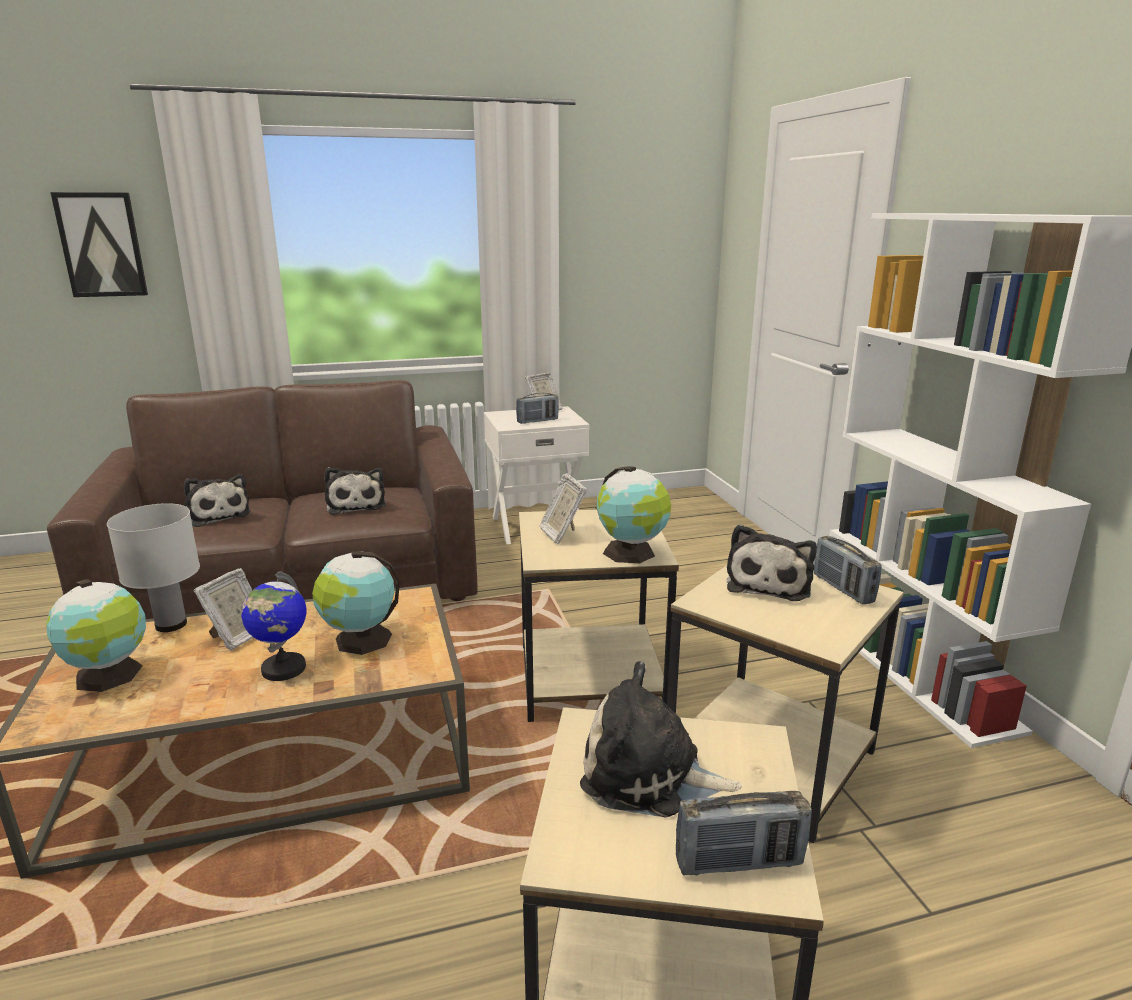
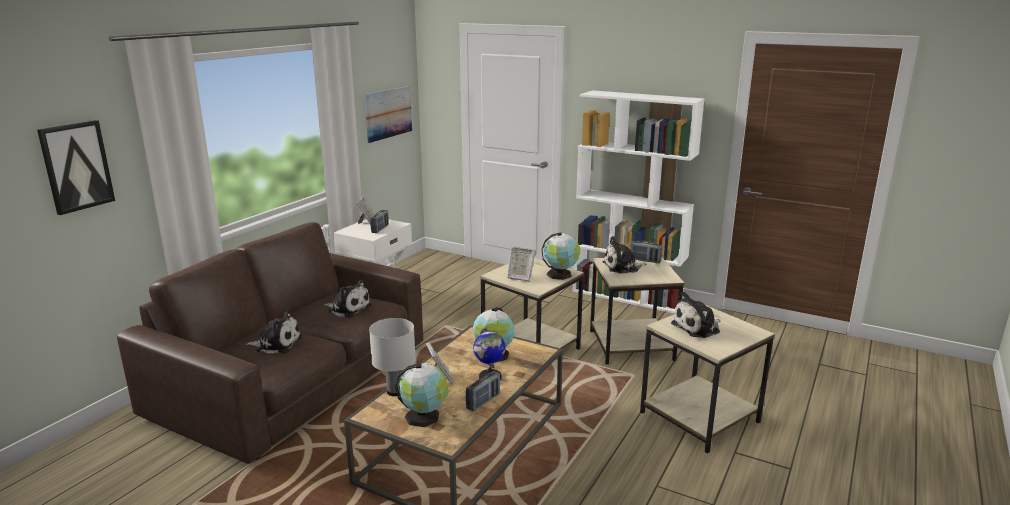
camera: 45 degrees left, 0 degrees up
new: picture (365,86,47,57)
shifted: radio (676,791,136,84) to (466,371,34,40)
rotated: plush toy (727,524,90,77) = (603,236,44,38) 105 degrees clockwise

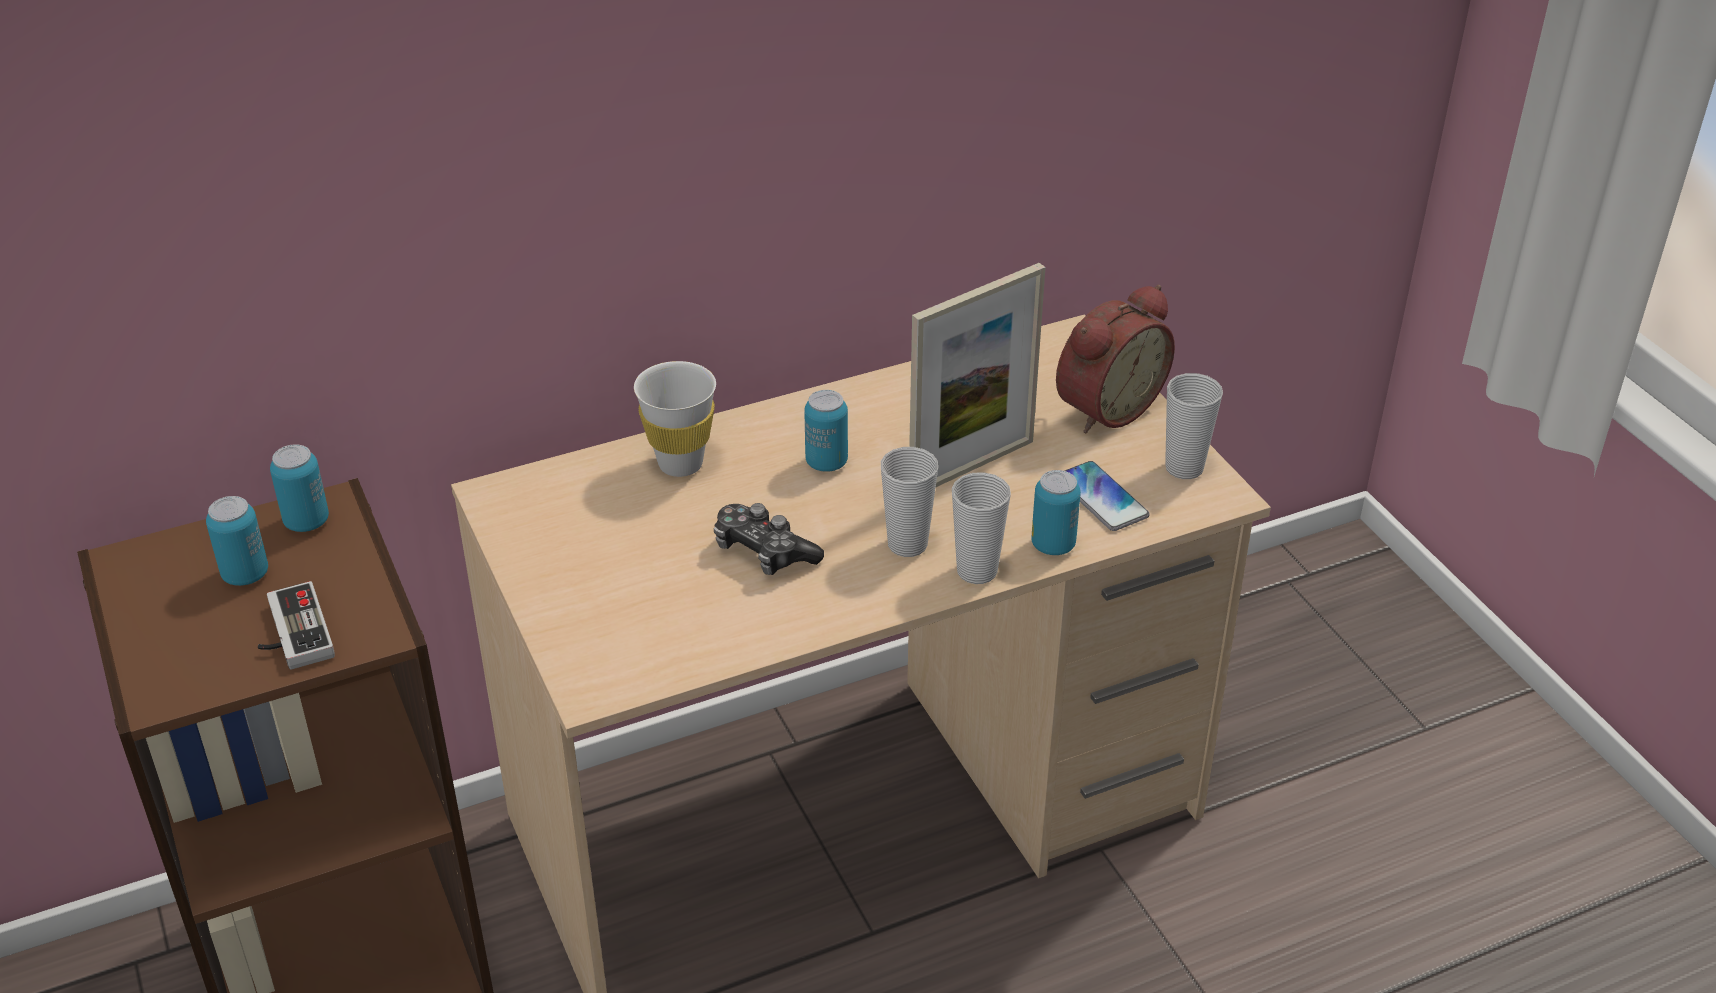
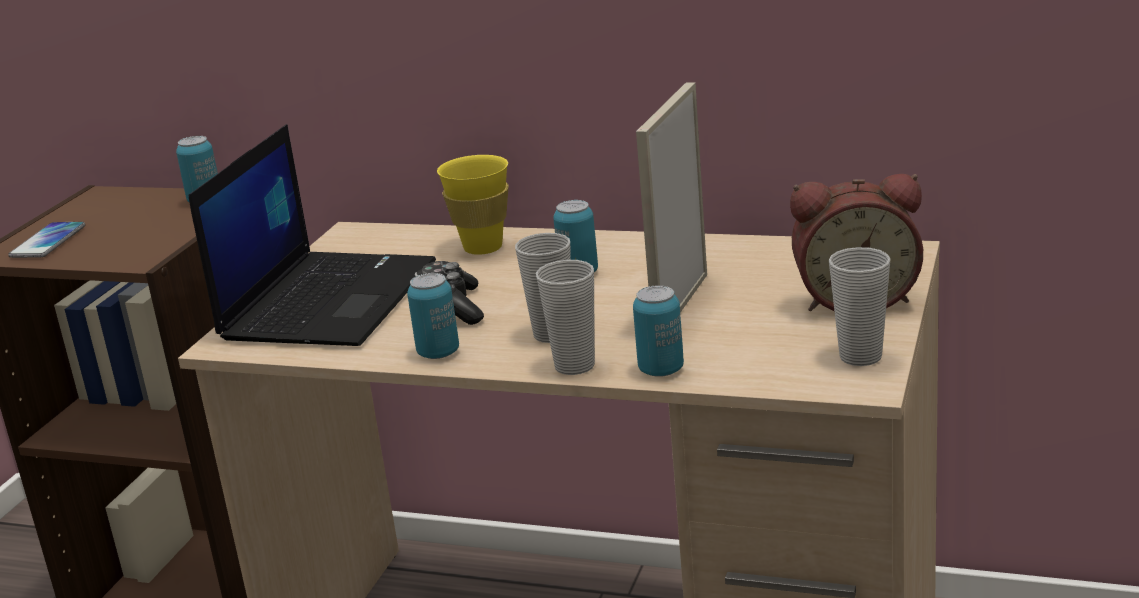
camera: 45 degrees right, 15 degrees down
gone: game controller (258,581,77,88)
new: laptop (189,124,247,222)
shifted: phone (1064,461,86,70) to (8,222,77,36); can (206,496,62,90) to (407,273,52,86)
repainted: white cup (634,361,82,116) to yellow cup (437,155,72,100)
rotated: picture frame (909,263,136,224) = (636,82,71,231) 105 degrees clockwise

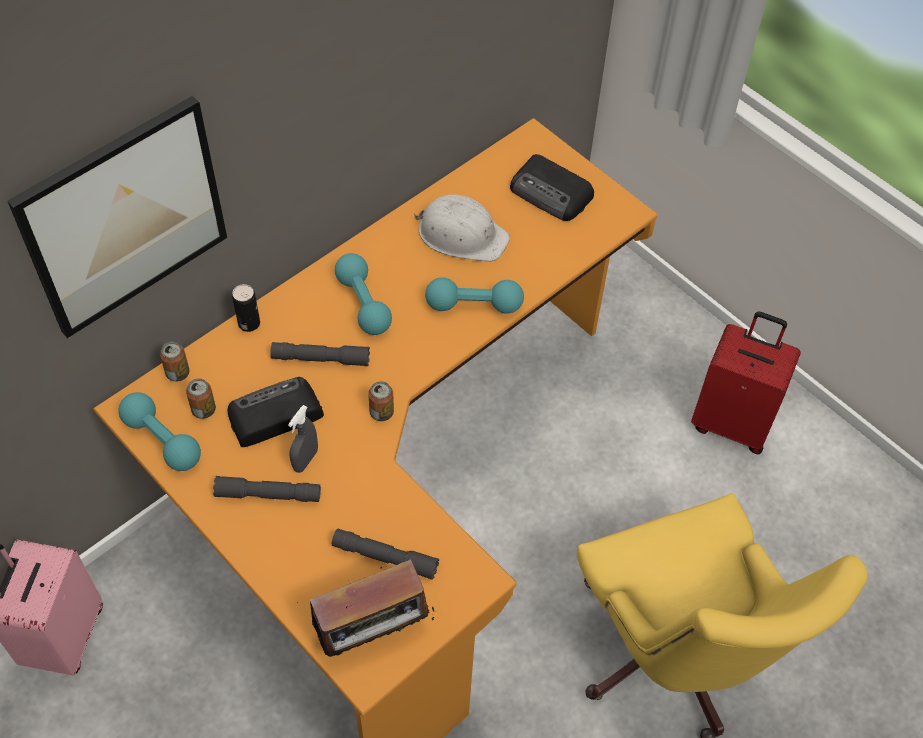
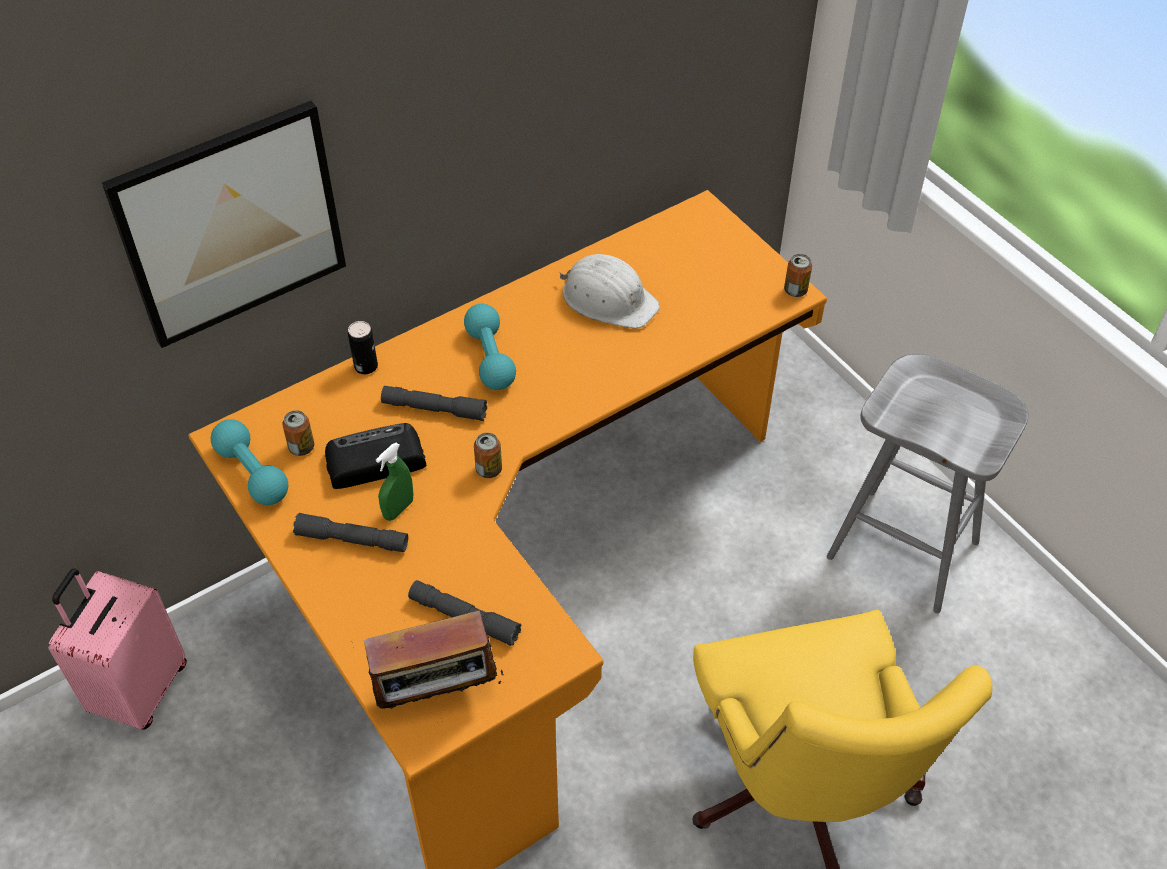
camera: 10 degrees right, 5 degrees down
gone: radio (510,154,84,67); turquoise dumbbell (425,277,99,37)
shifted: can (160,342,29,40) to (784,254,28,43)
swapped: red suitcase (691,312,110,142) to grey stool (827,354,201,259)
repainted: grey spray bottle (288,405,30,68) to green spray bottle (376,443,37,78)

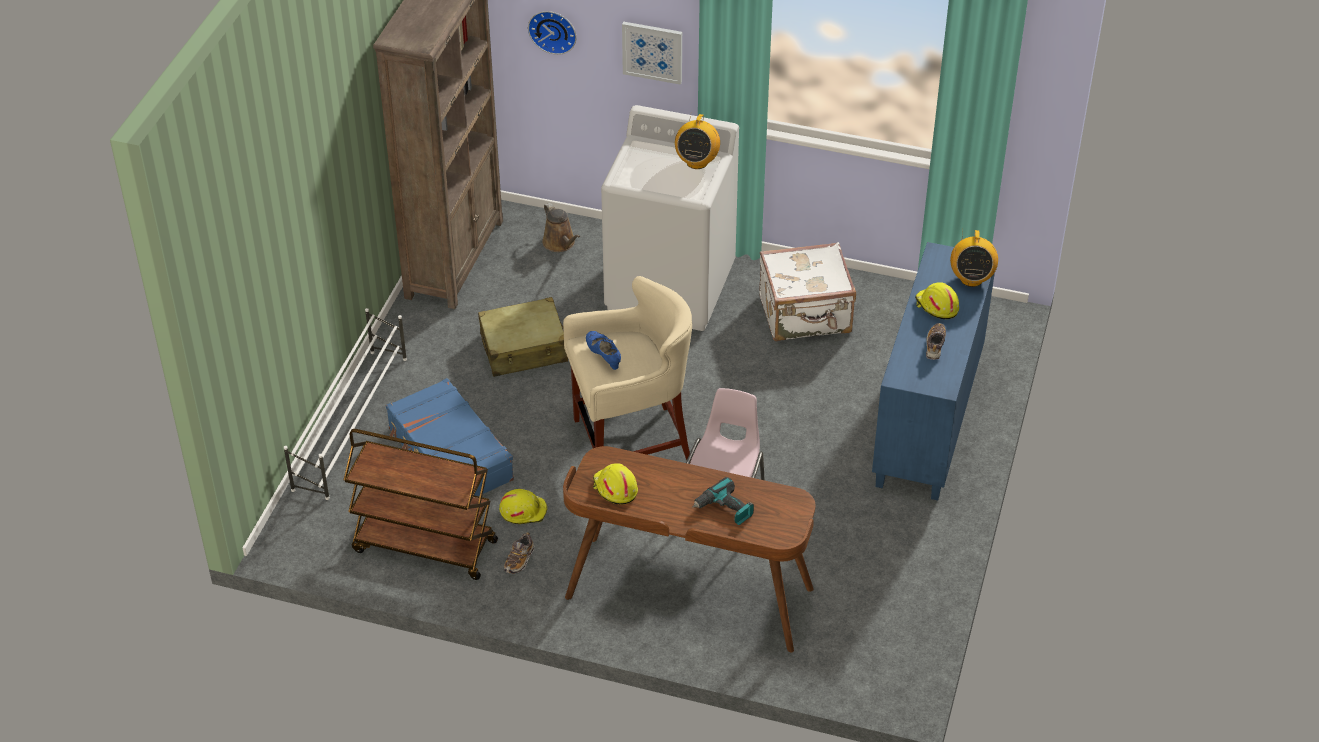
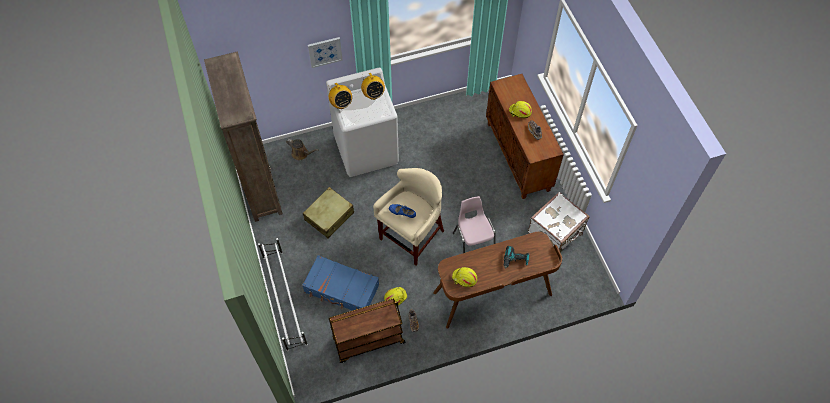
camera: 35 degrees left, 15 degrees up
gone: wall clock (528,11,48,44)
shifted: radio (950,230,48,57) to (328,83,24,26); white suitcase (759,242,97,99) to (528,192,62,61)
repainted: blue cabinet (872,242,123,258) to brown cabinet (486,74,78,125)

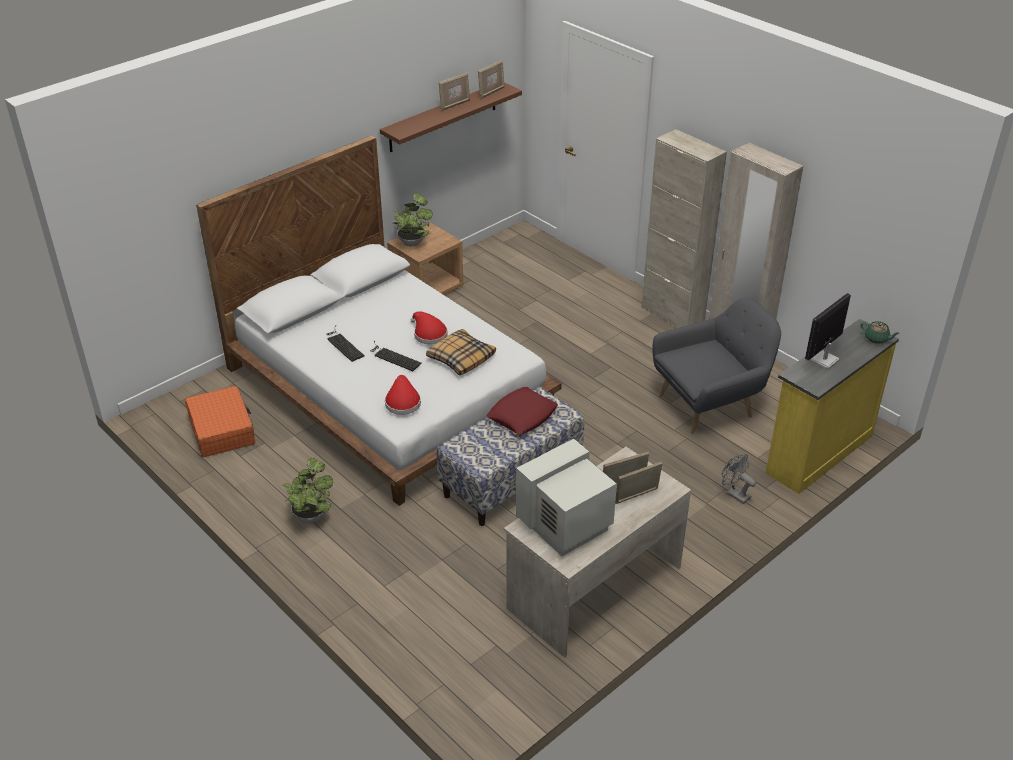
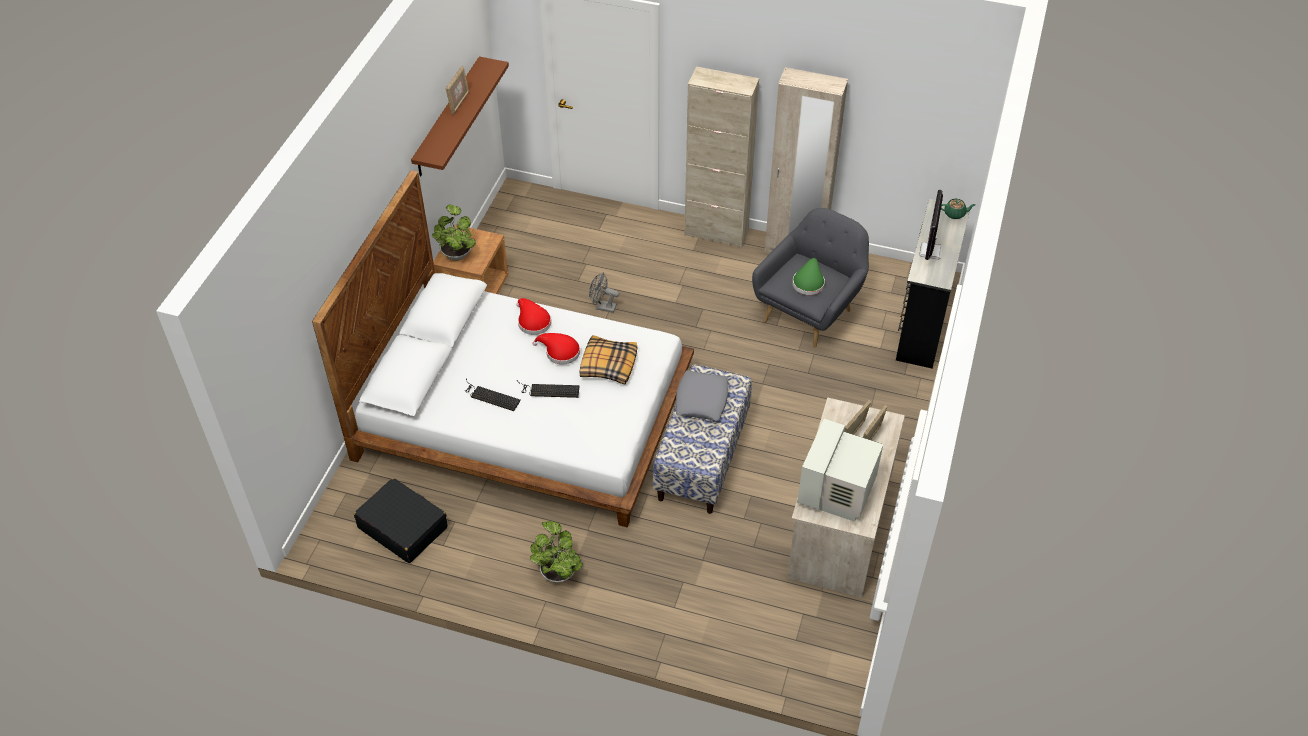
camera: 30 degrees left, 10 degrees up
gone: picture frame (478,60,26,39)
new: green hat (792,258,33,37)
shifted: red hat (385,375,36,40) to (516,298,35,37); grey fan (721,454,35,50) to (589,272,30,41)
repainted: yellow dresser (766,319,133,175) to black dresser (896,199,74,170); orange suitcase (185,386,70,71) to black suitcase (354,478,94,85); red pillow (487,387,71,48) to grey pillow (676,370,52,51)

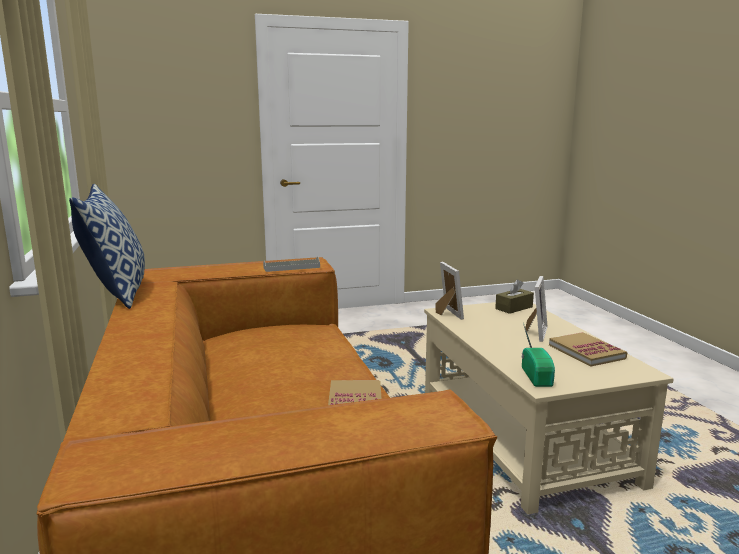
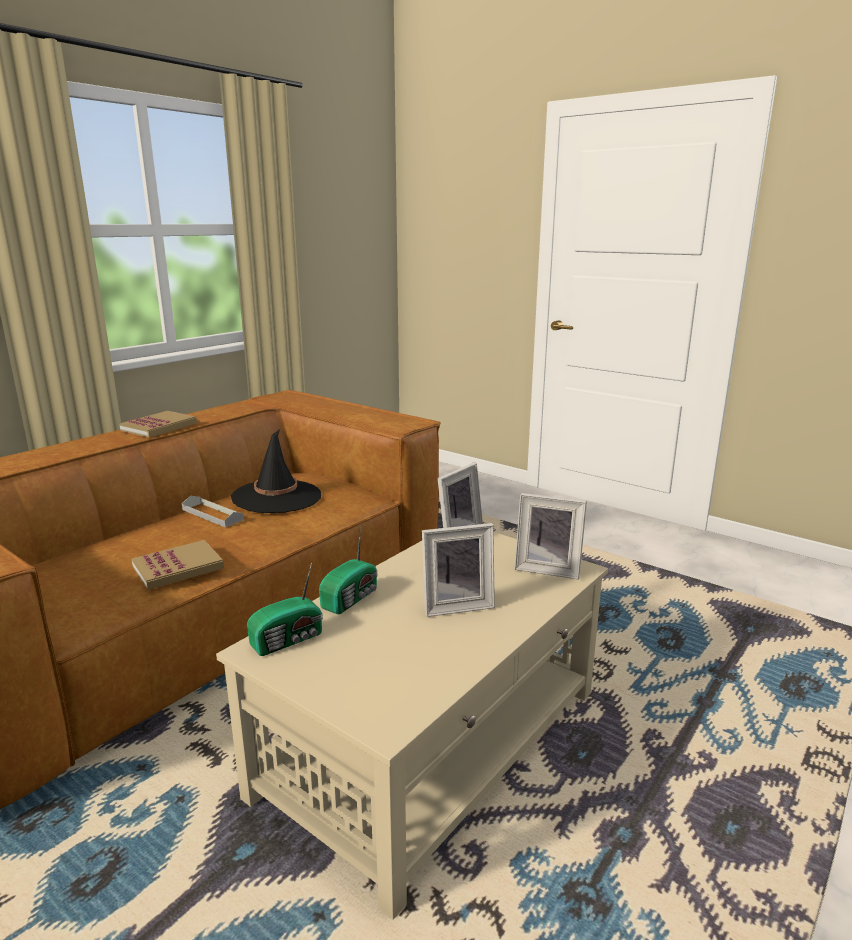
camera: 55 degrees right, 5 degrees up
gone: pillow (69,184,76,125)
new: black hat (231,429,90,84); radio (319,527,59,87)
shifted: grey tray (263,257,57,15) to (182,495,62,33); book (549,332,78,35) to (119,411,78,27)
swapped: brown tissue box (495,279,39,35) to picture frame (514,493,73,87)

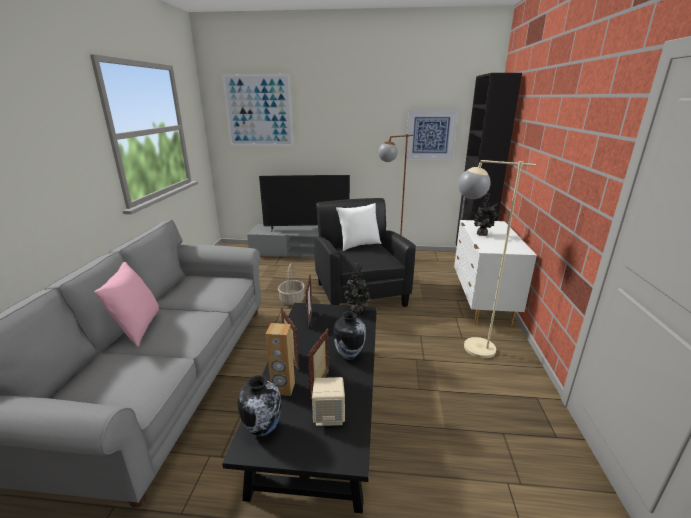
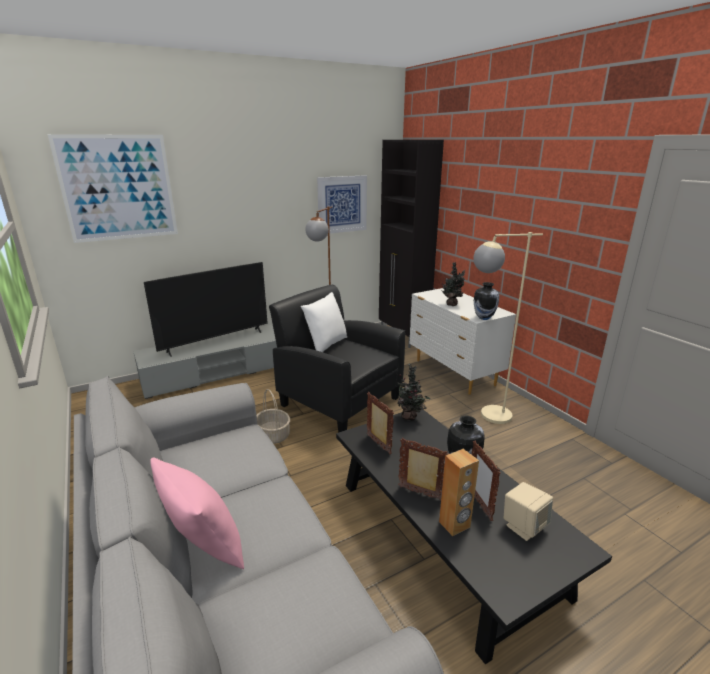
camera: 35 degrees left, 0 degrees up
shifted: vase (237,375,44,61) to (474,282,25,38)

